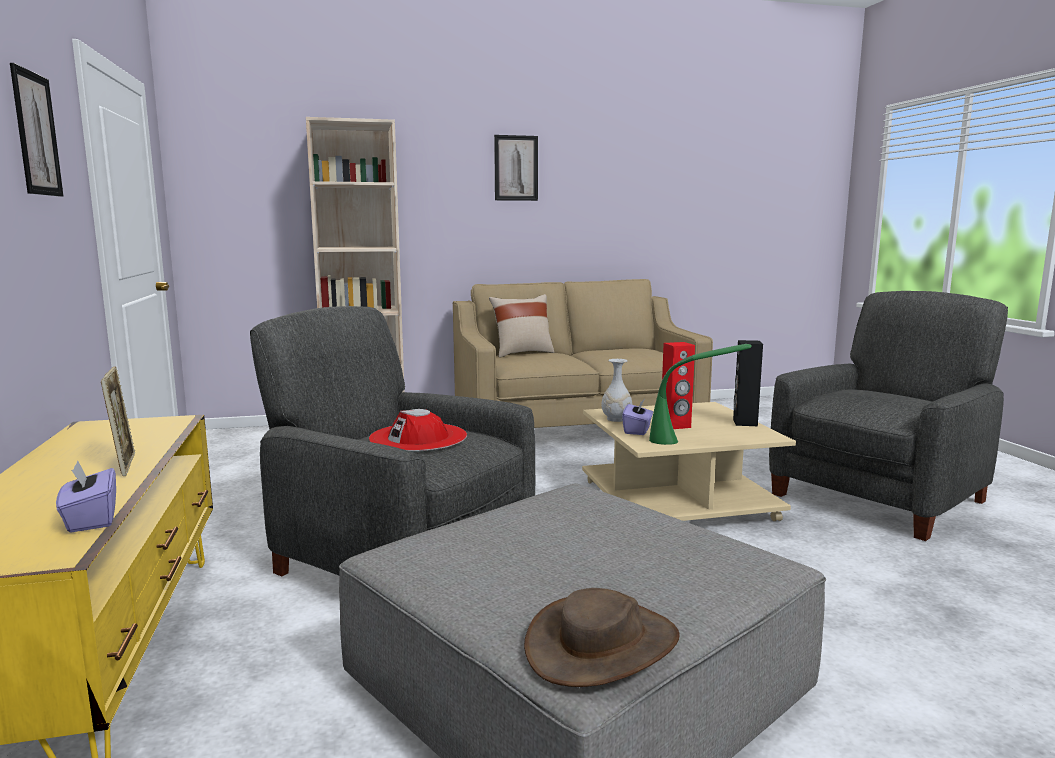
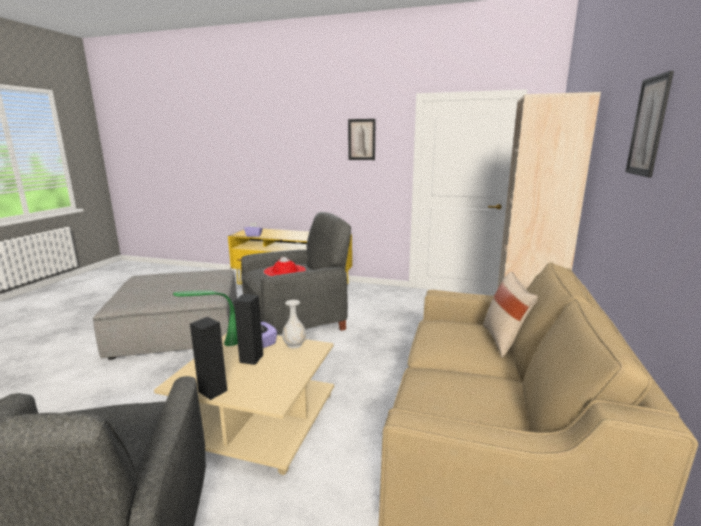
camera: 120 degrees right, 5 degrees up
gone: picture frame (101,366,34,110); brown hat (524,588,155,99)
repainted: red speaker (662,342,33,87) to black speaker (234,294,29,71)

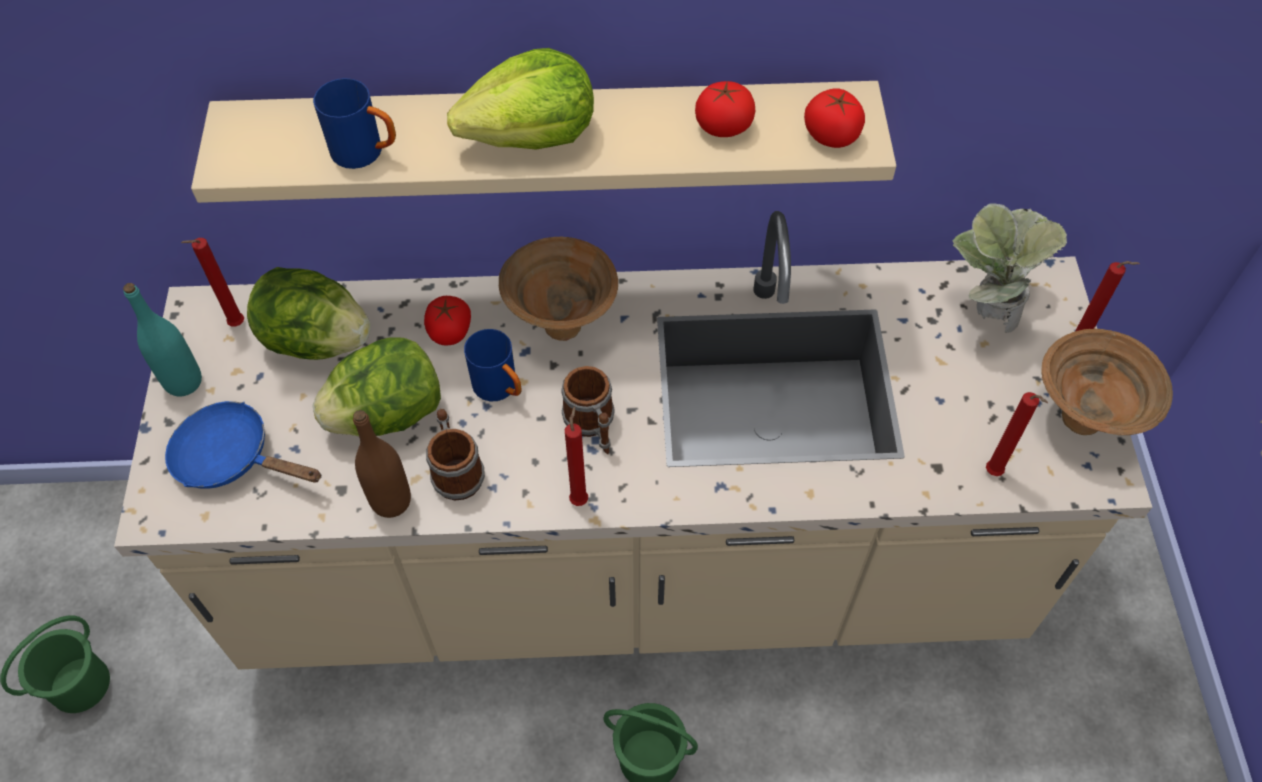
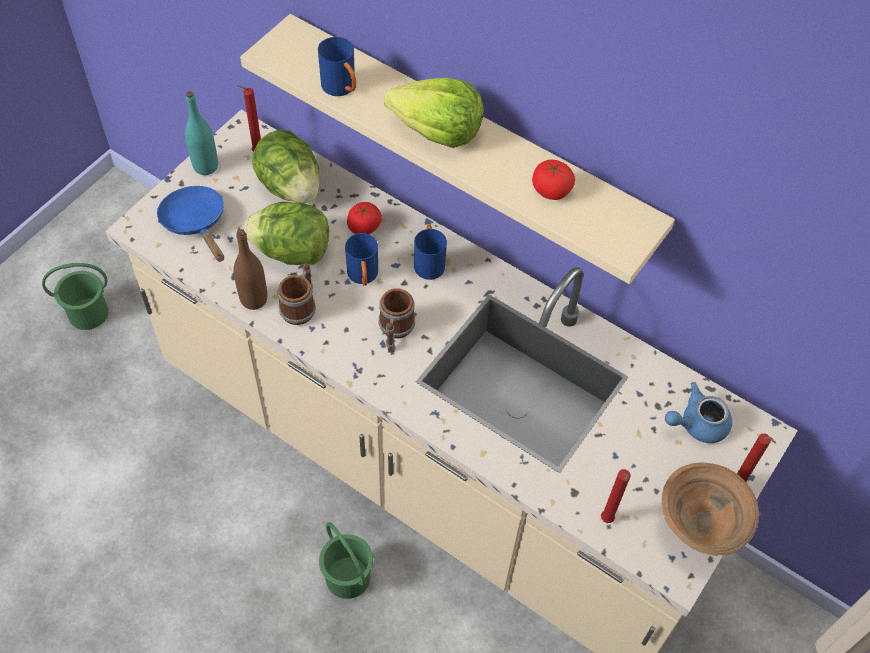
camera: 35 degrees right, 0 degrees up
gone: tomato (804,88,61,60); red candle (565,406,23,100)
swapped: potted plant (953,203,114,130) to blue teapot (665,382,67,61); brown bowl (499,237,119,104) to blue mug (414,224,33,56)

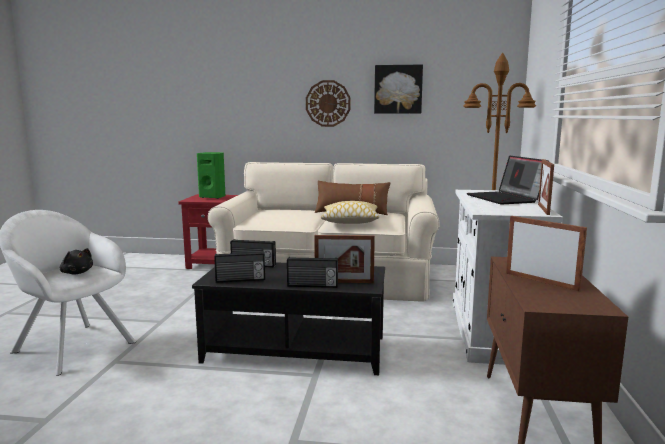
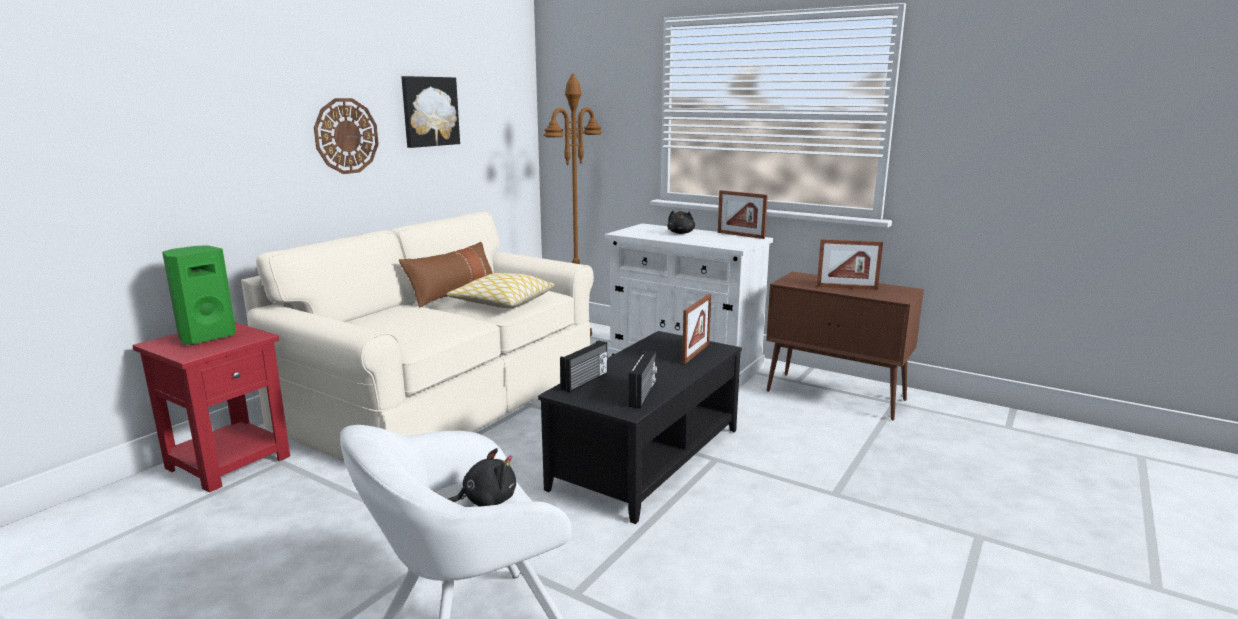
camera: 65 degrees left, 5 degrees up
gone: radio (287,257,51,31)
swapped: laptop (467,156,83,48) to black plush toy (667,211,28,23)
rotated: picture frame (506,216,81,75) = (817,239,66,51) 150 degrees counterclockwise

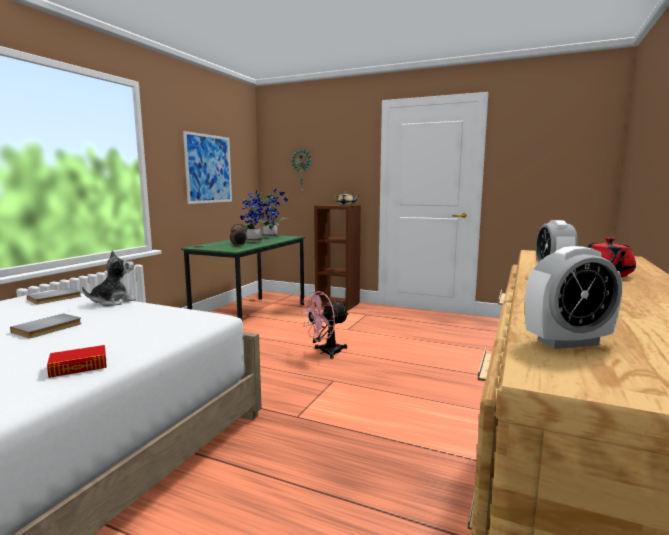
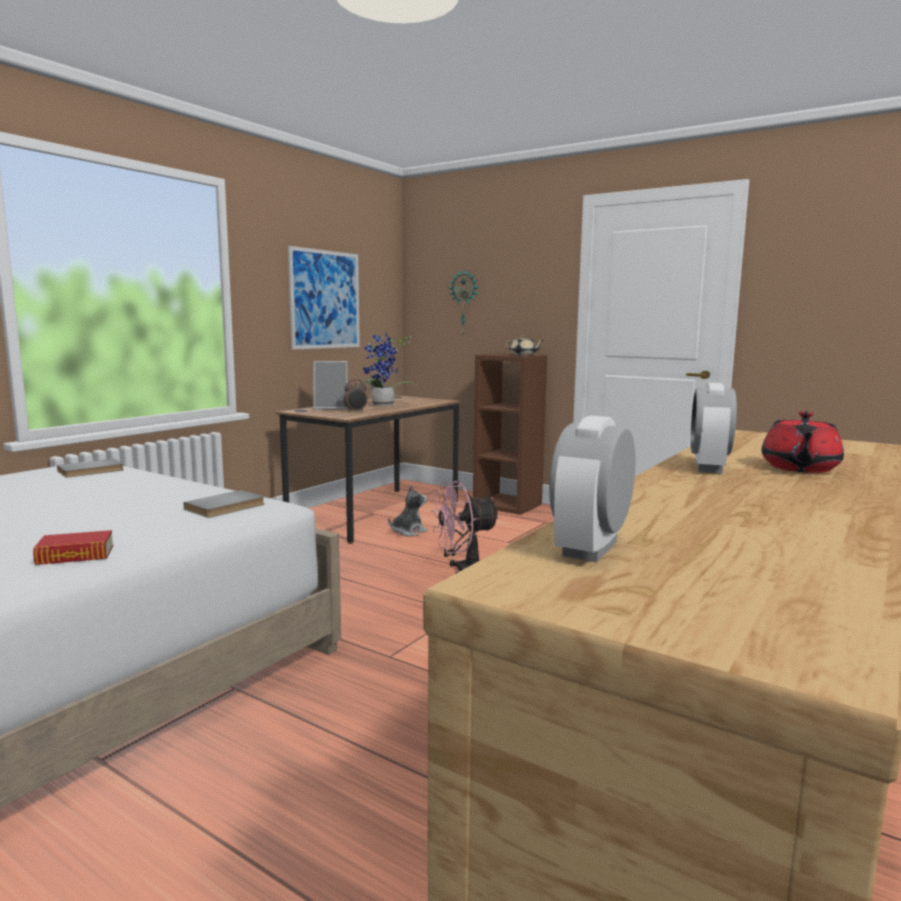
camera: 10 degrees right, 0 degrees up
gone: potted plant (255,189,34,48)
new: picture frame (313,361,34,48)
shifted: plush toy (82,250,54,56) to (388,485,40,51); grey book (10,314,72,24) to (183,490,81,28)
repainted: green desk (181,234,124,85) to brown desk (276,395,186,149)
rotated: alarm clock (525,246,97,103) = (549,416,87,147) 120 degrees clockwise

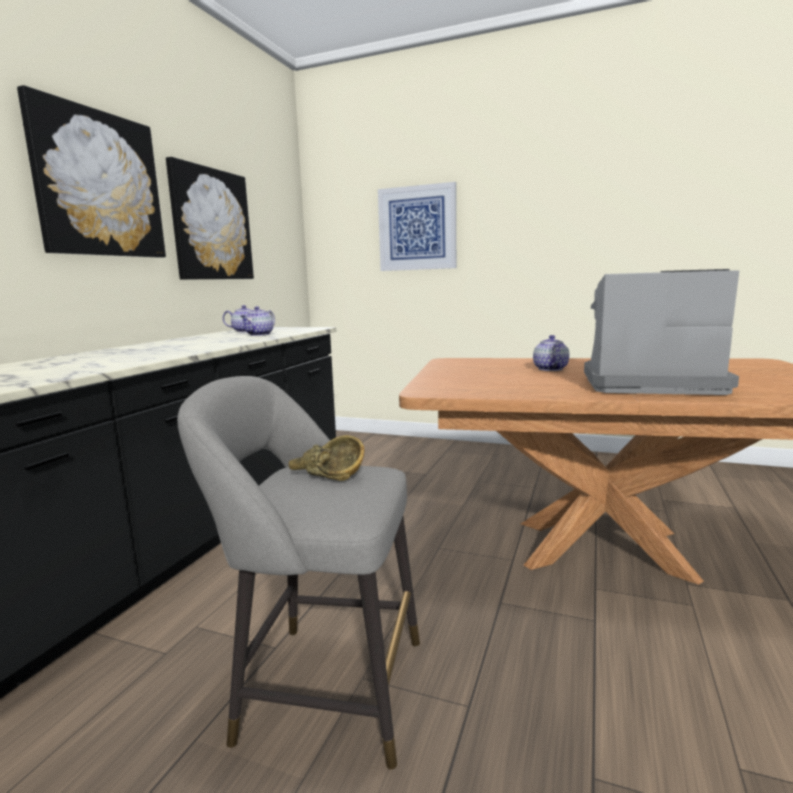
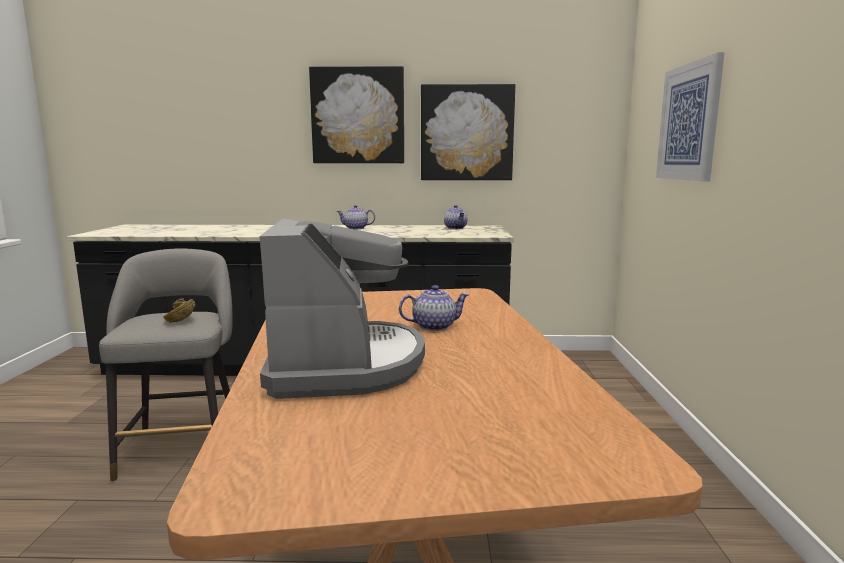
camera: 70 degrees right, 0 degrees up
shifted: teapot (240,306,35,30) to (337,205,38,24)

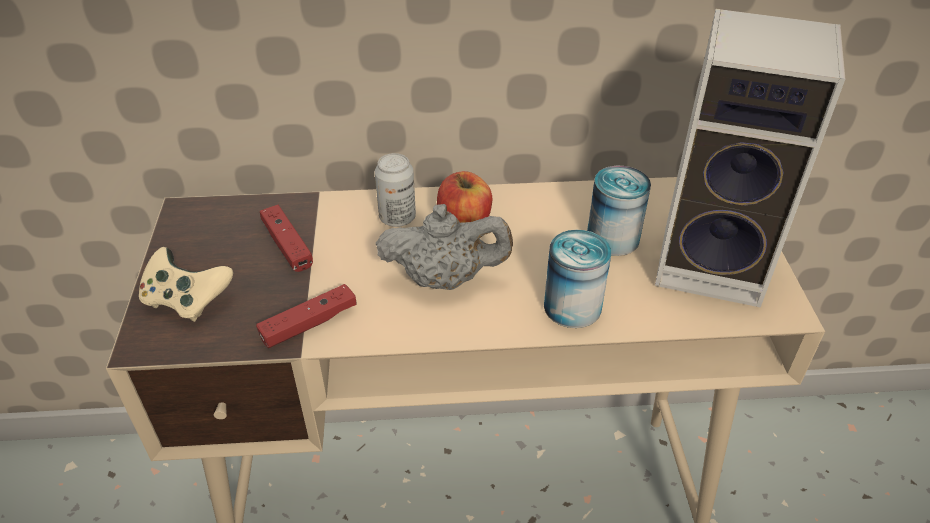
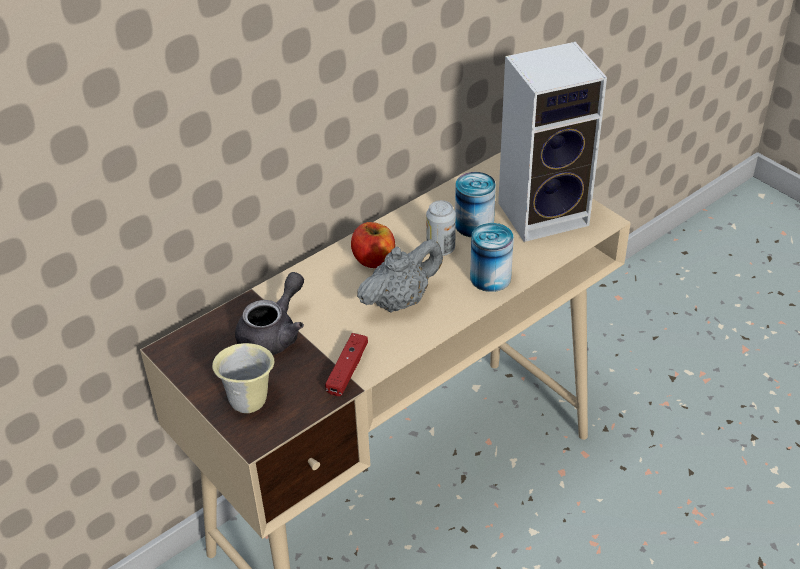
camera: 35 degrees left, 0 degrees up
shifted: can (375,153,41,74) to (426,200,30,56)
swapped: red game controller (260,205,53,67) to grey teapot (235,272,69,83); beige game controller (139,247,94,75) to beige mug (212,343,62,70)

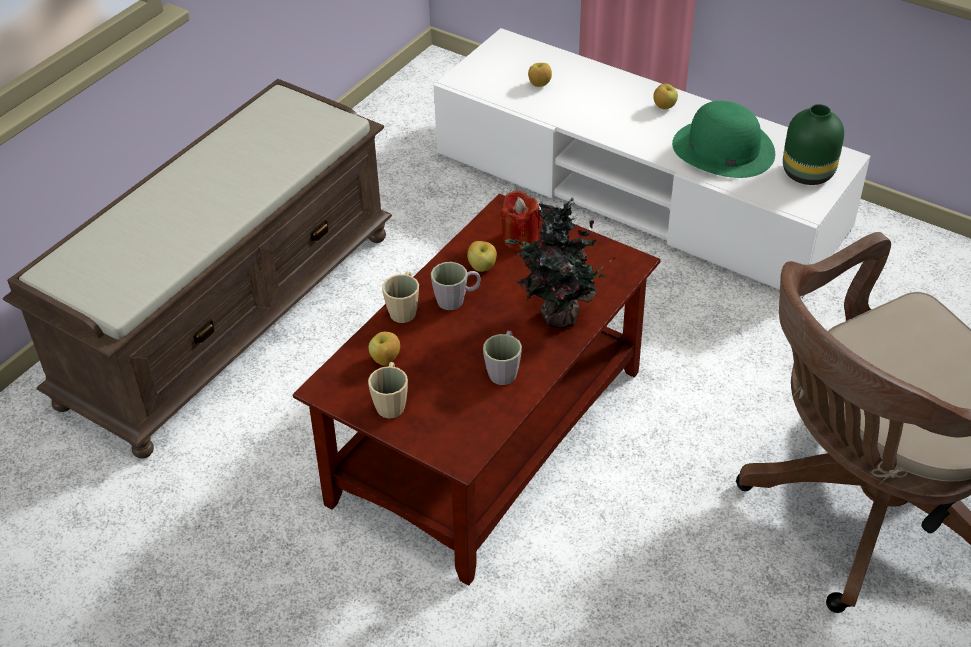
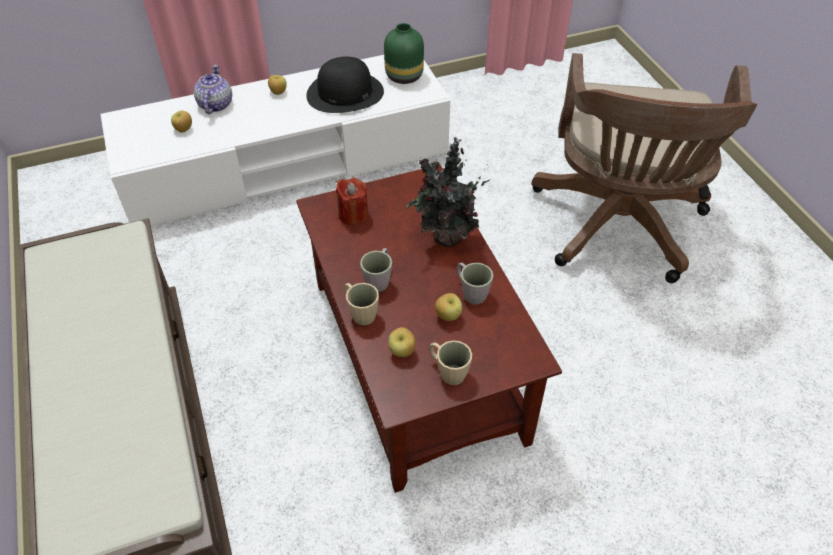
camera: 55 degrees left, 5 degrees up
new: teapot (194,65,38,49)
shifted: apple (467,241,30,31) to (435,293,27,28)
repainted: green hat (672,101,103,77) to black hat (306,57,78,56)

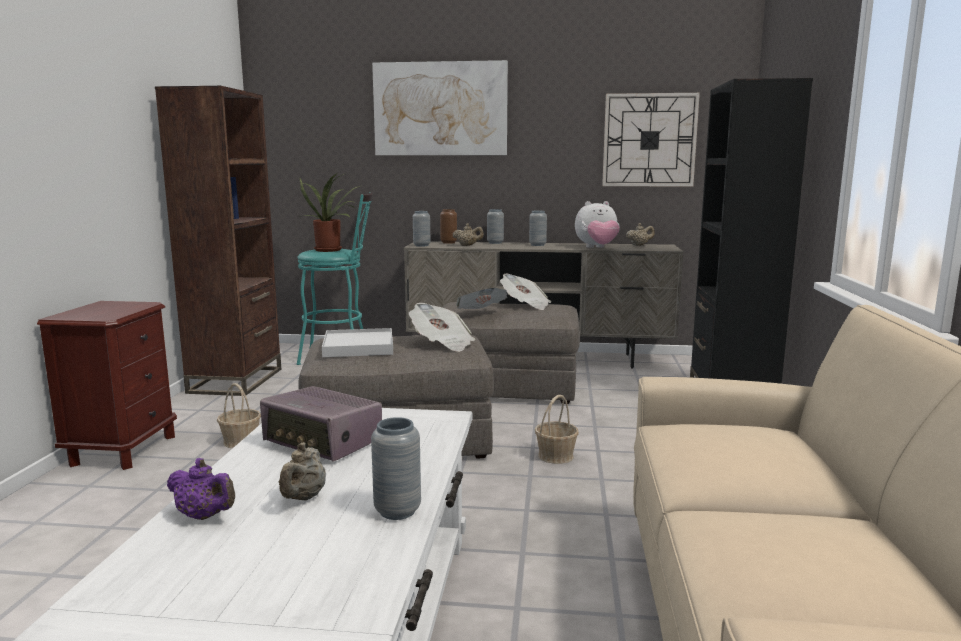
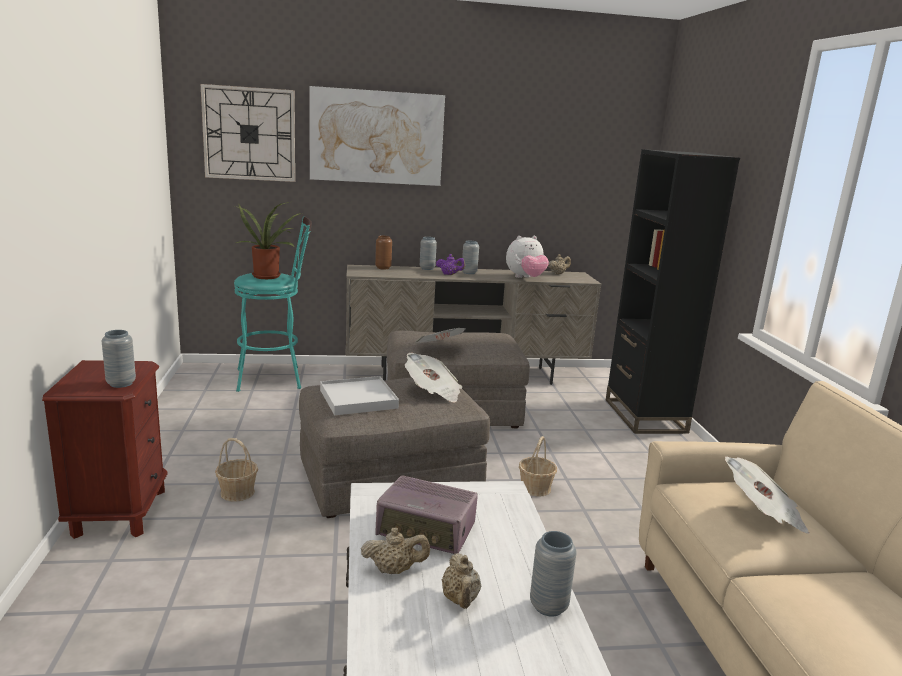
camera: 15 degrees left, 5 degrees up
gone: brown bookcase (155,85,126,311)
shifted: wall clock (602,93,98,94) to (201,84,94,98); grey vase (413,211,17,36) to (102,330,34,58); beige teapot (453,223,31,23) to (361,528,69,46); newspaper (500,274,51,36) to (725,456,84,78); purple teapot (167,458,68,62) to (436,254,29,21)

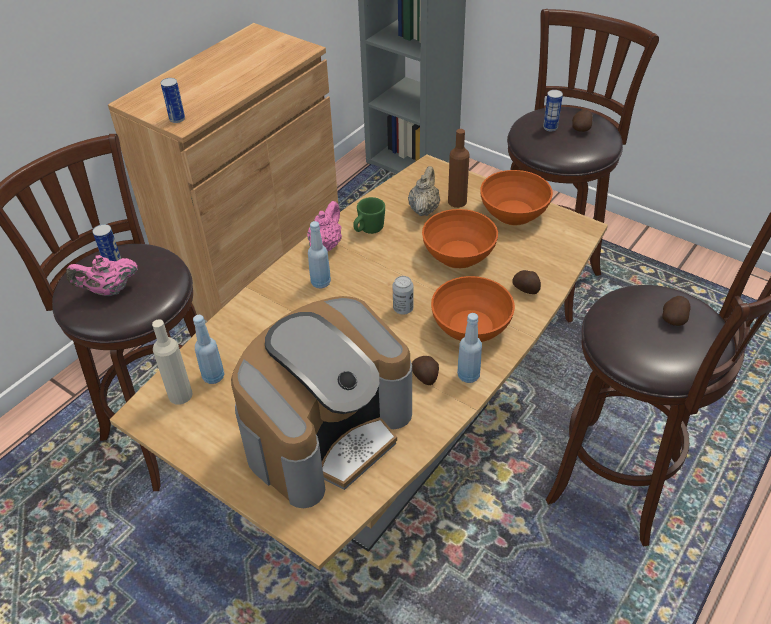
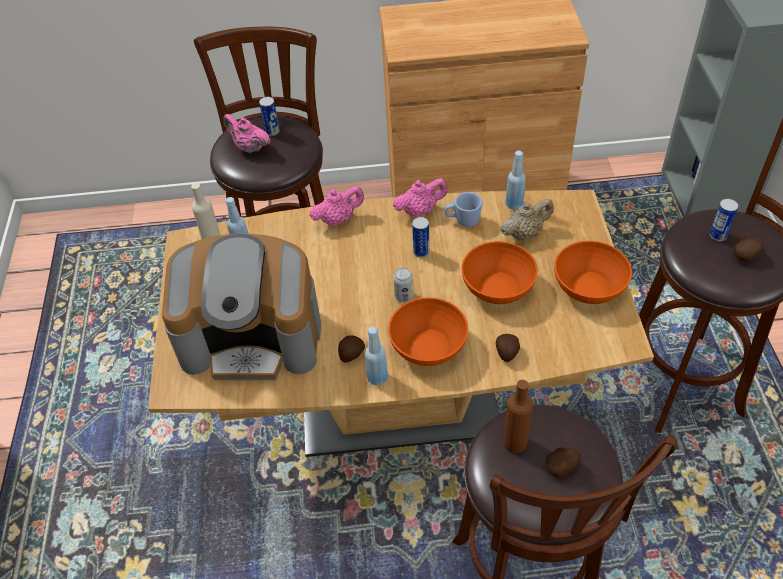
camera: 50 degrees right, 5 degrees up
new: pink teapot (309,186,55,40)
shifted: can (160,78,25,45) to (412,217,17,41); brown bottle (448,129,22,79) to (503,380,30,73); blue bottle (308,221,23,67) to (505,151,21,59)
repainted: green mug (353,197,32,37) to blue mug (445,192,38,35)

